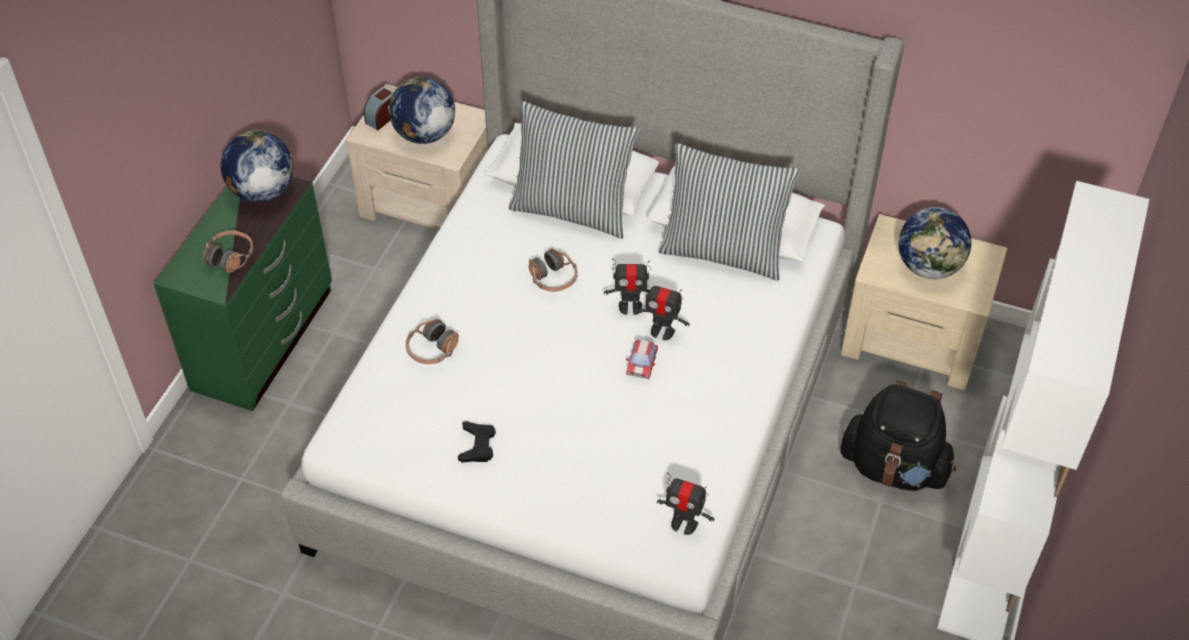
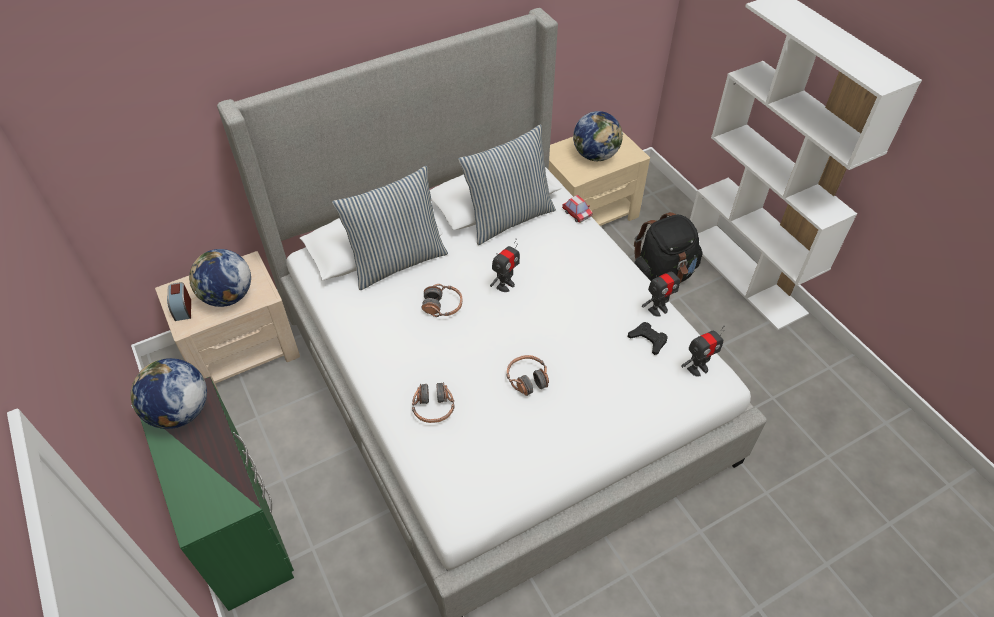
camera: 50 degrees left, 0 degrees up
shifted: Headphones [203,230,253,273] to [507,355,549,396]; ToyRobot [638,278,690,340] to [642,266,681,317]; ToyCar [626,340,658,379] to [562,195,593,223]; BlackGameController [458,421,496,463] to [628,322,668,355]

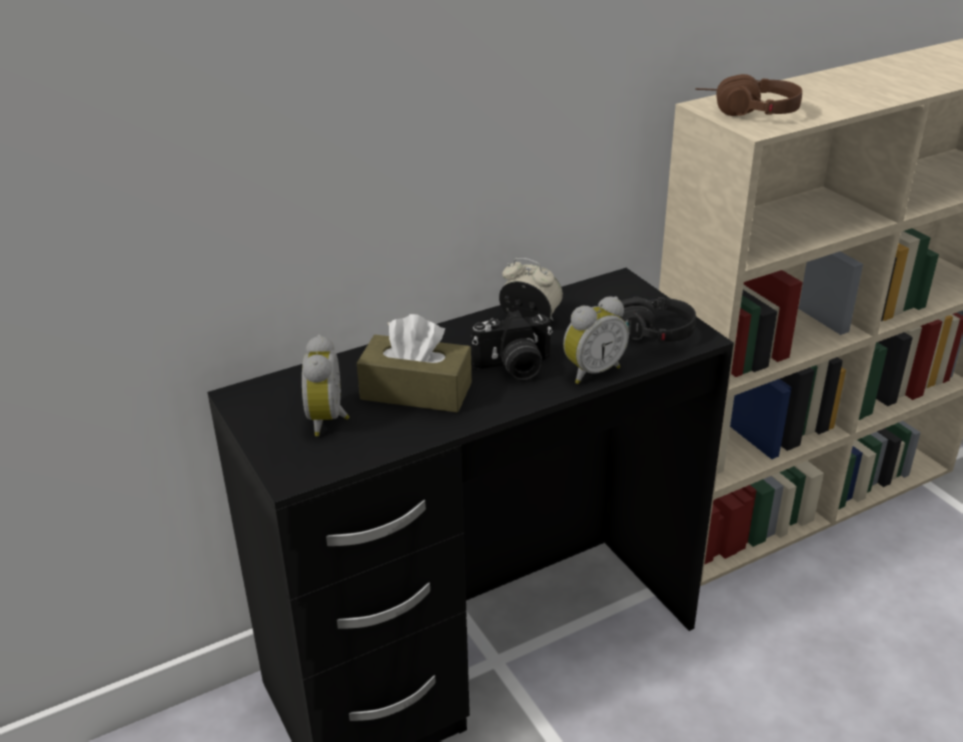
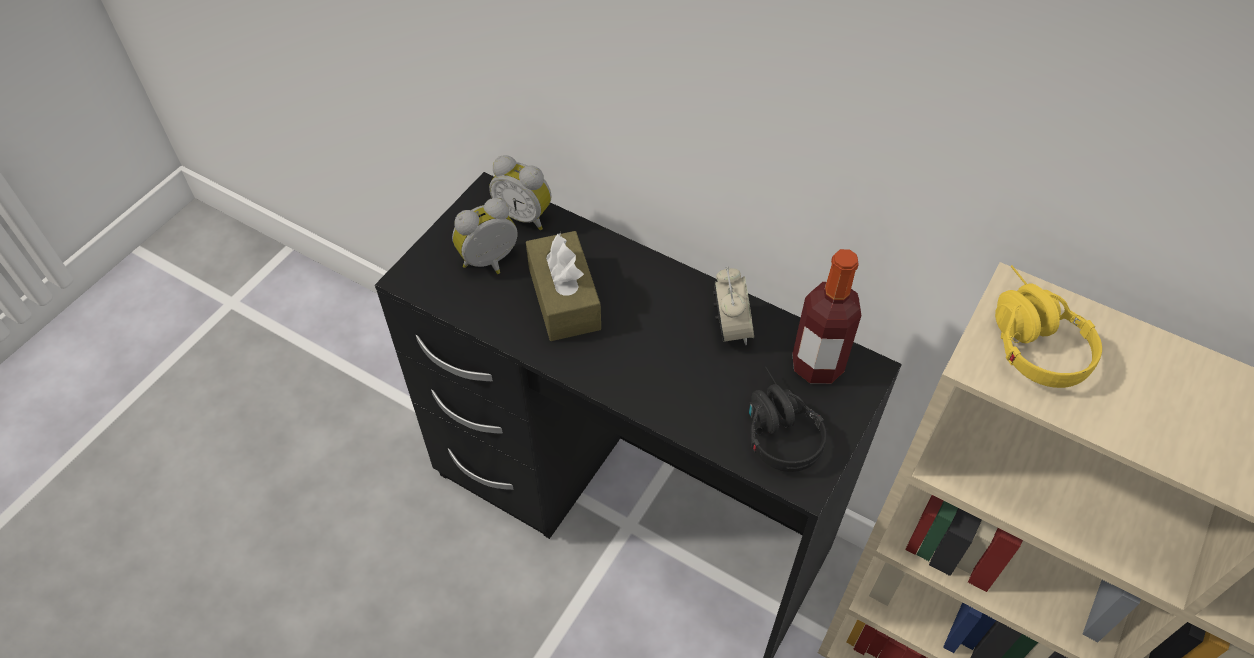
camera: 60 degrees right, 20 degrees up
gone: PhotoCamera [471,310,553,381]
new: Bottle [792,249,862,384]
shifted: AlarmClock [563,296,629,384] to [489,155,551,230]
repainted: BrownHeadphones [695,74,802,116] to YellowHeadphones [995,265,1102,388]

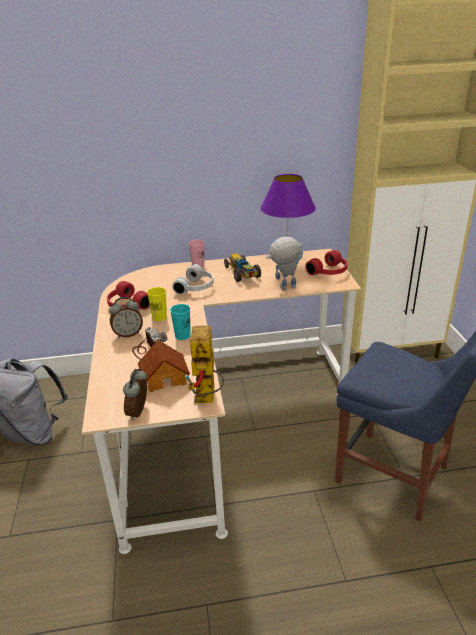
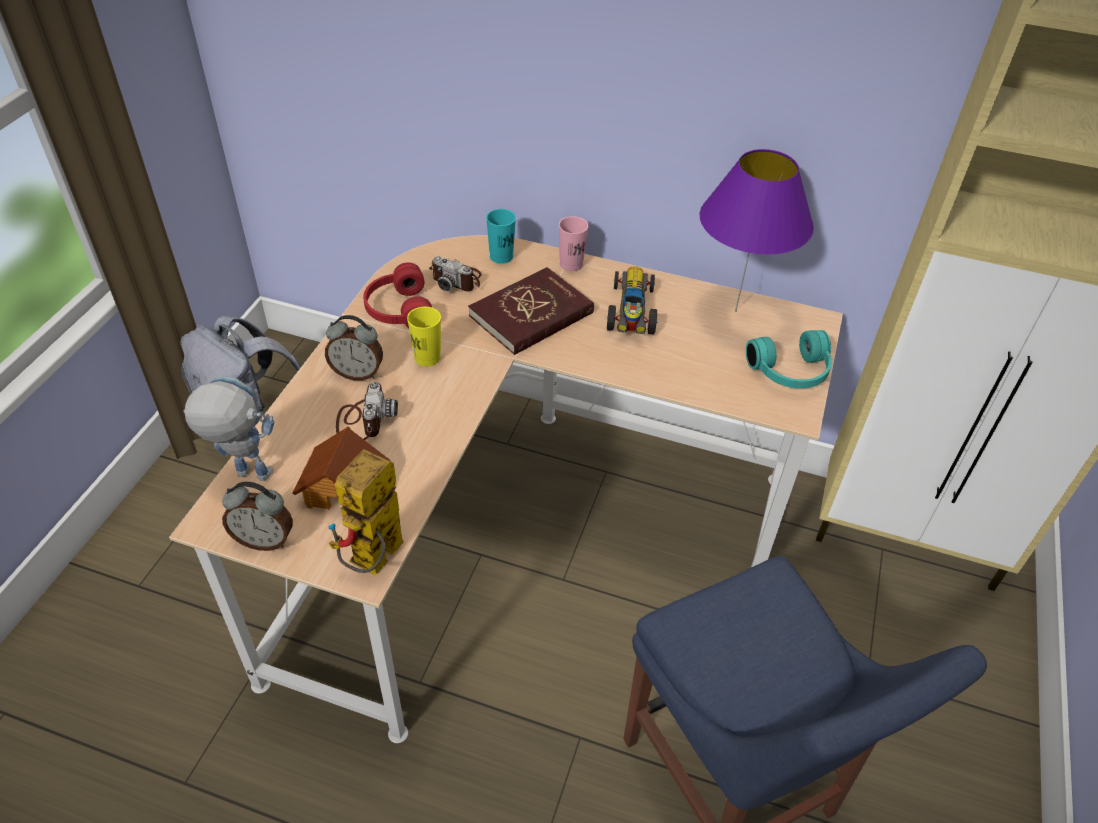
camera: 25 degrees right, 15 degrees up
new: PhotoCamera [429,256,482,292]
shifted: ToyRobot [266,237,304,290] to [183,376,275,481]; TurquoiseCup [170,304,191,340] to [486,209,516,264]
swapped: WhiteHeadphones [172,264,214,295] to RedBook [468,267,594,355]
repainted: RedHeadphones [305,250,348,275] to TurquoiseHeadphones [746,330,832,389]
rotated: AlarmClock [123,369,147,421] = [222,481,293,551] 120 degrees counterclockwise

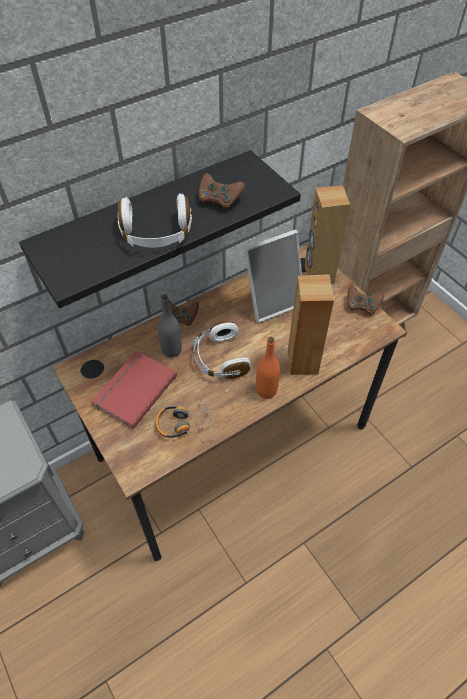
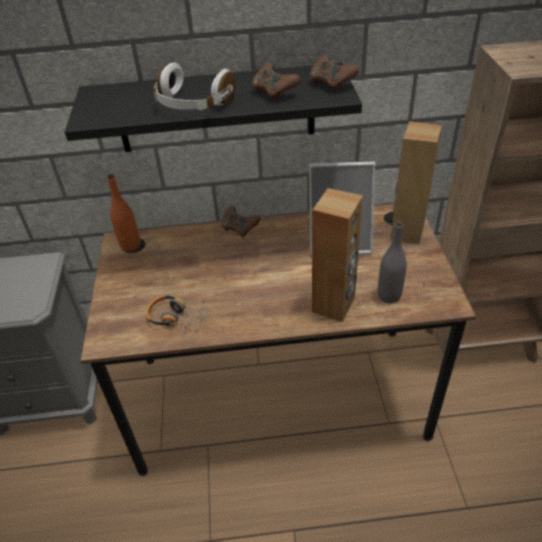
camera: 30 degrees right, 10 degrees down
gone: WhiteHeadphones [193,321,250,379]; RedBook [91,351,177,429]
shifted: BrownGameController [347,286,384,315] to [310,55,360,92]; GreyBottle [158,294,182,358] to [378,220,407,303]; OrangeBottle [256,337,280,399] to [107,174,140,251]

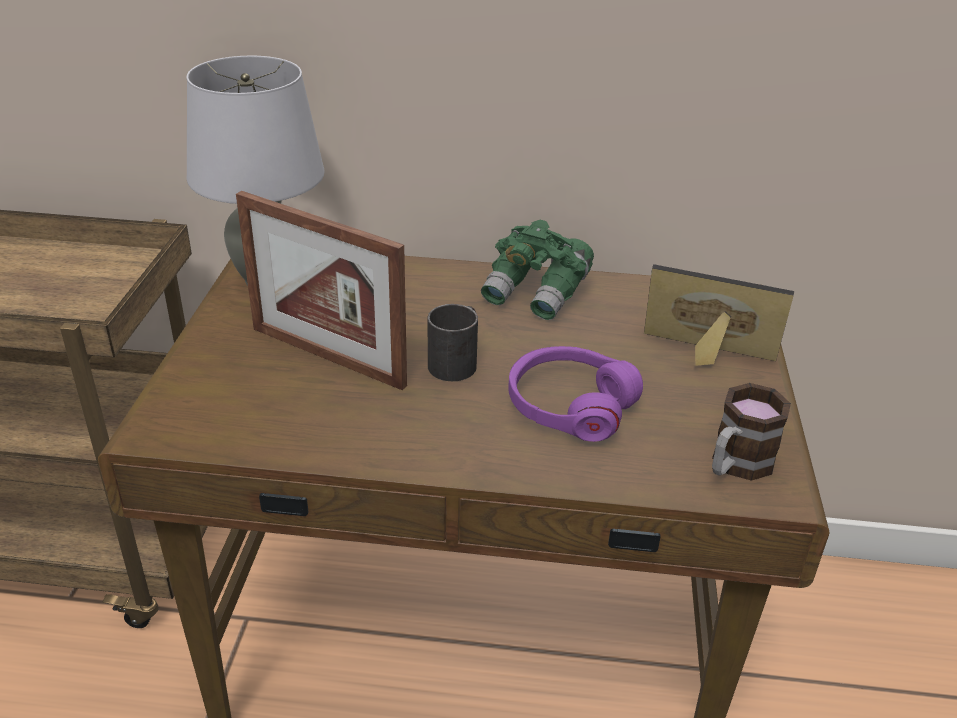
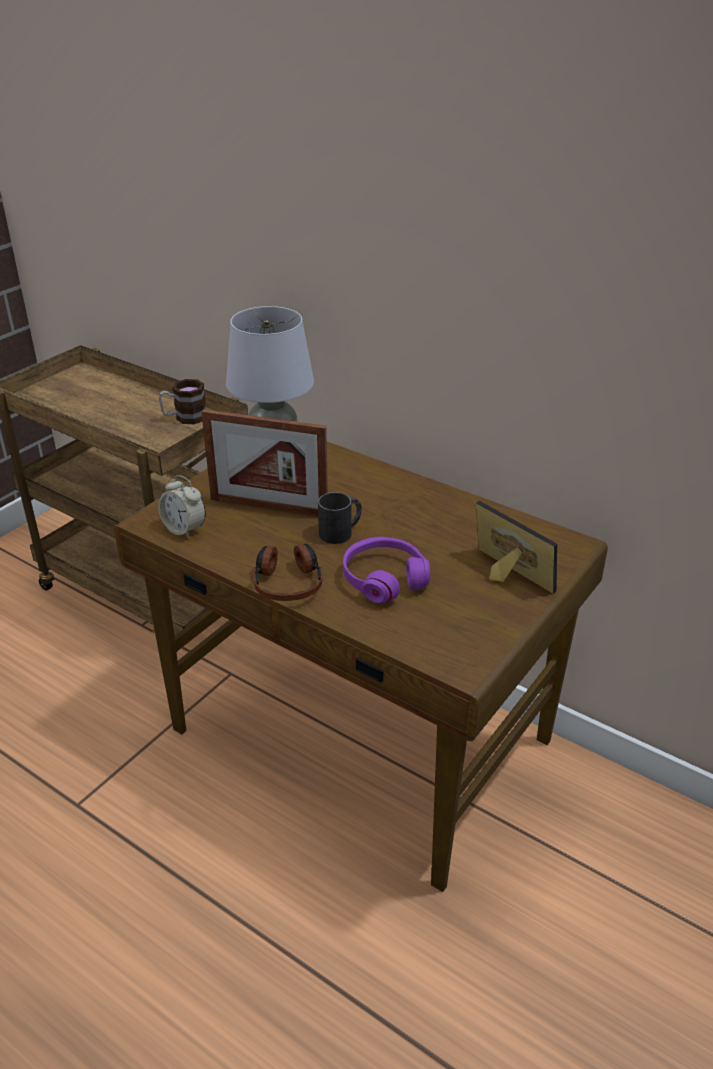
camera: 30 degrees right, 0 degrees up
gone: GreenBinoculars [481,220,594,320]
new: AlarmClock [158,475,206,539]; Headphones [253,543,323,601]
shifted: Mug [712,383,791,481] to [159,379,206,424]
rotated: PictureFrame [236,191,407,390] = [201,409,328,517] 45 degrees counterclockwise

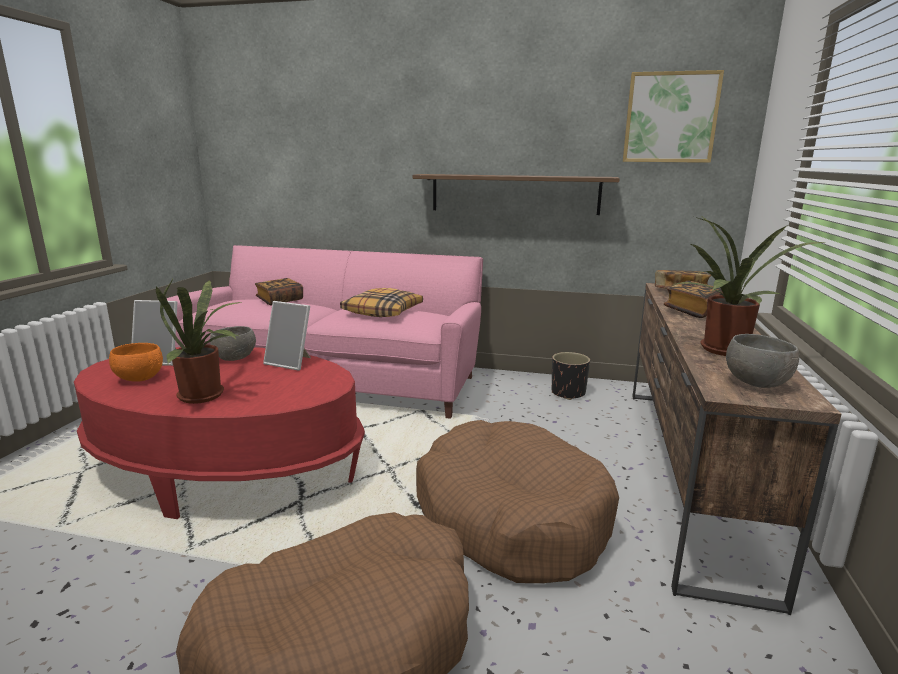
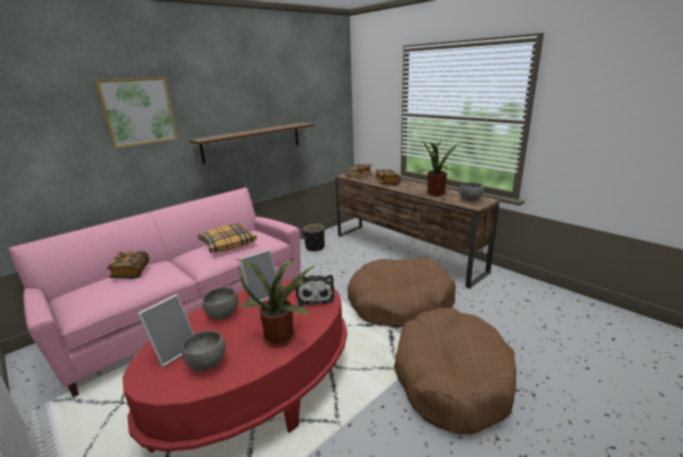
camera: 55 degrees left, 5 degrees up
new: PlushToy [296,275,334,306]
shifted: Picture [623,70,724,163] to [95,77,178,149]
repainted: OrangeBowl [109,343,163,382] to GreyBowl [182,331,226,371]

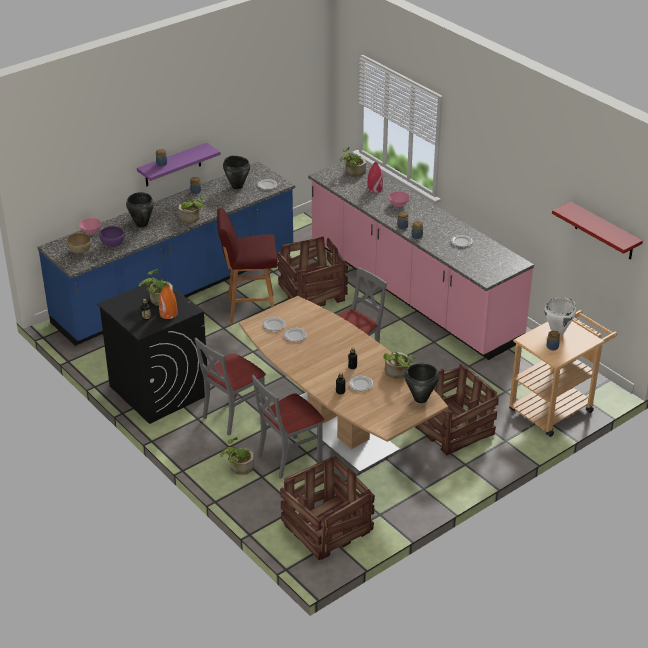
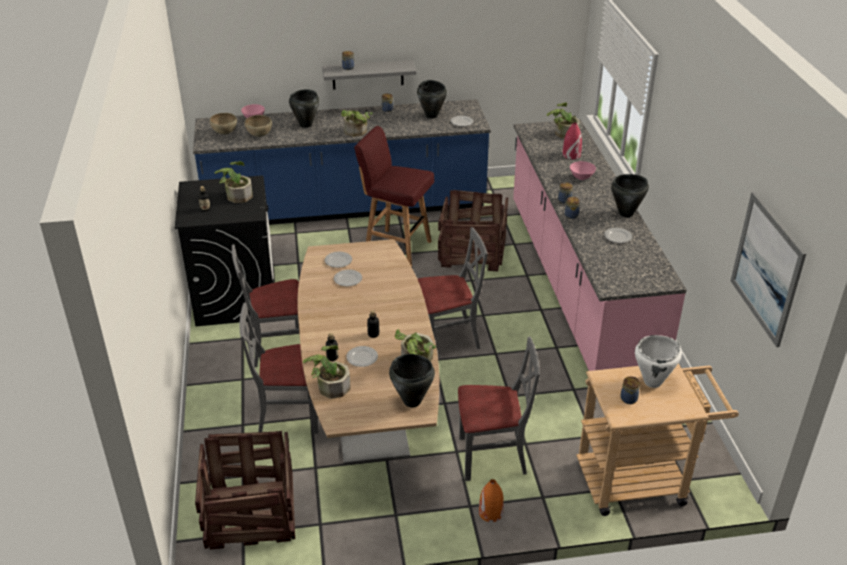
camera: 30 degrees right, 0 degrees up
new: BlackCookingPot [611,174,649,217]
shifted: OrangeVase [159,285,177,319] to [479,479,504,522]; PottedPlant [220,437,254,475] to [303,345,351,399]
swapped: RedShelf [552,202,643,260] to Picture [731,192,806,347]; Crate [415,364,499,455] to GreyChair [458,337,540,481]
repainted: PurpleShelf [137,143,221,186] to GreyShelf [322,60,417,90]; PurpleBowl [99,226,125,247] to BrownBowl [244,115,272,137]

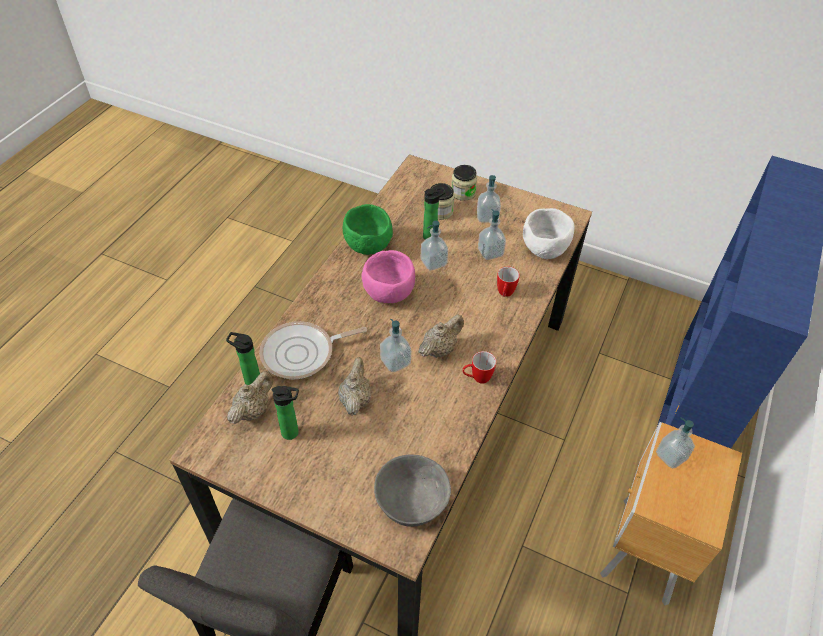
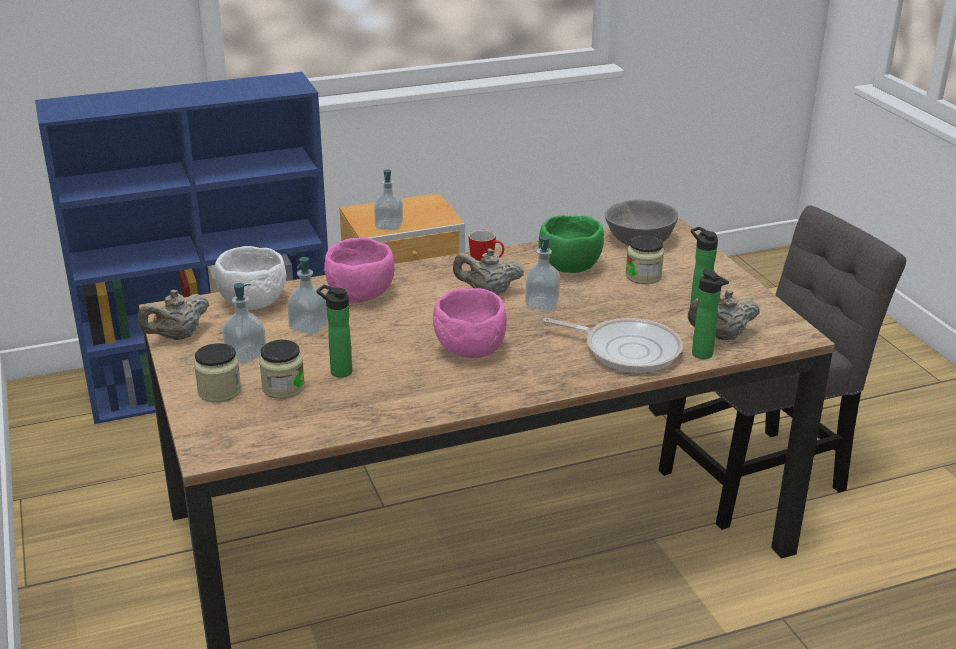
camera: 135 degrees left, 20 degrees down
gone: SoapDispenser [421,221,448,270]
new: Jar [625,235,664,284]
shifted: GreenBowl [343,204,393,255] to [539,215,604,273]; BeigeTeapot [338,357,372,415] to [138,290,209,340]
swapped: Mug [497,266,520,297] to PinkBowl [324,238,394,303]

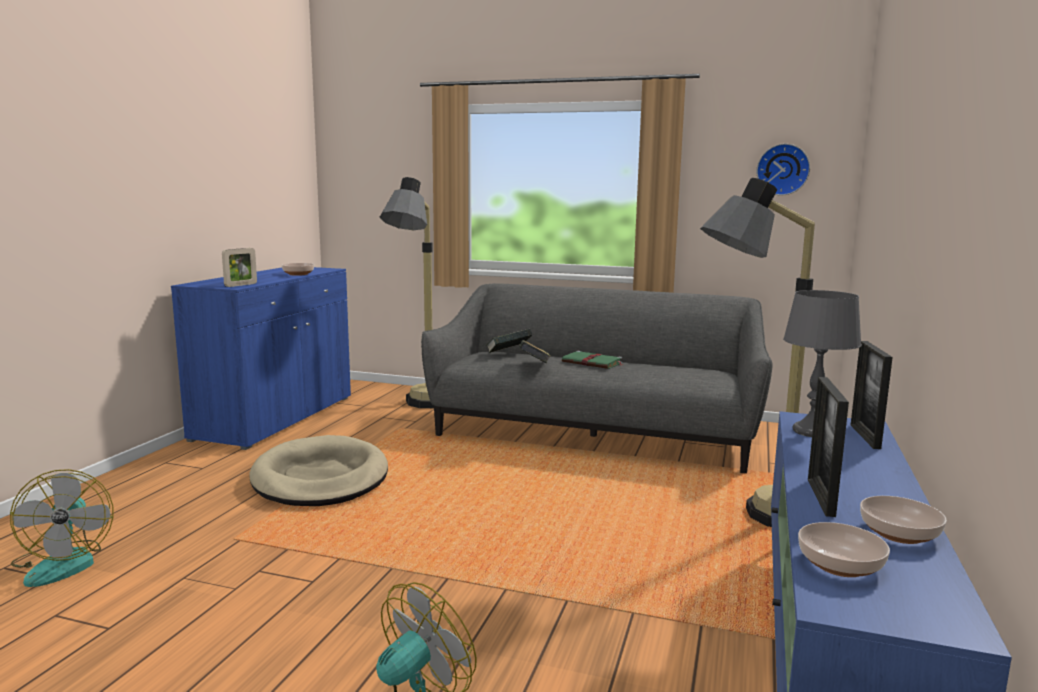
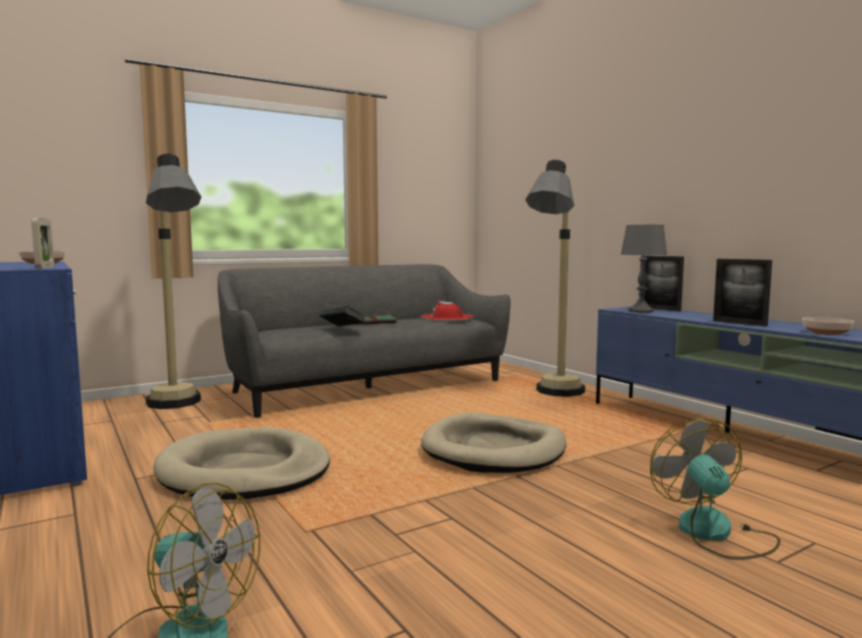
camera: 50 degrees left, 5 degrees down
gone: WallClock [756,143,810,196]; Book [486,329,532,353]; Bowl [860,496,947,544]
new: RedHat [421,301,473,321]; BeigeDogBed [421,413,566,473]

